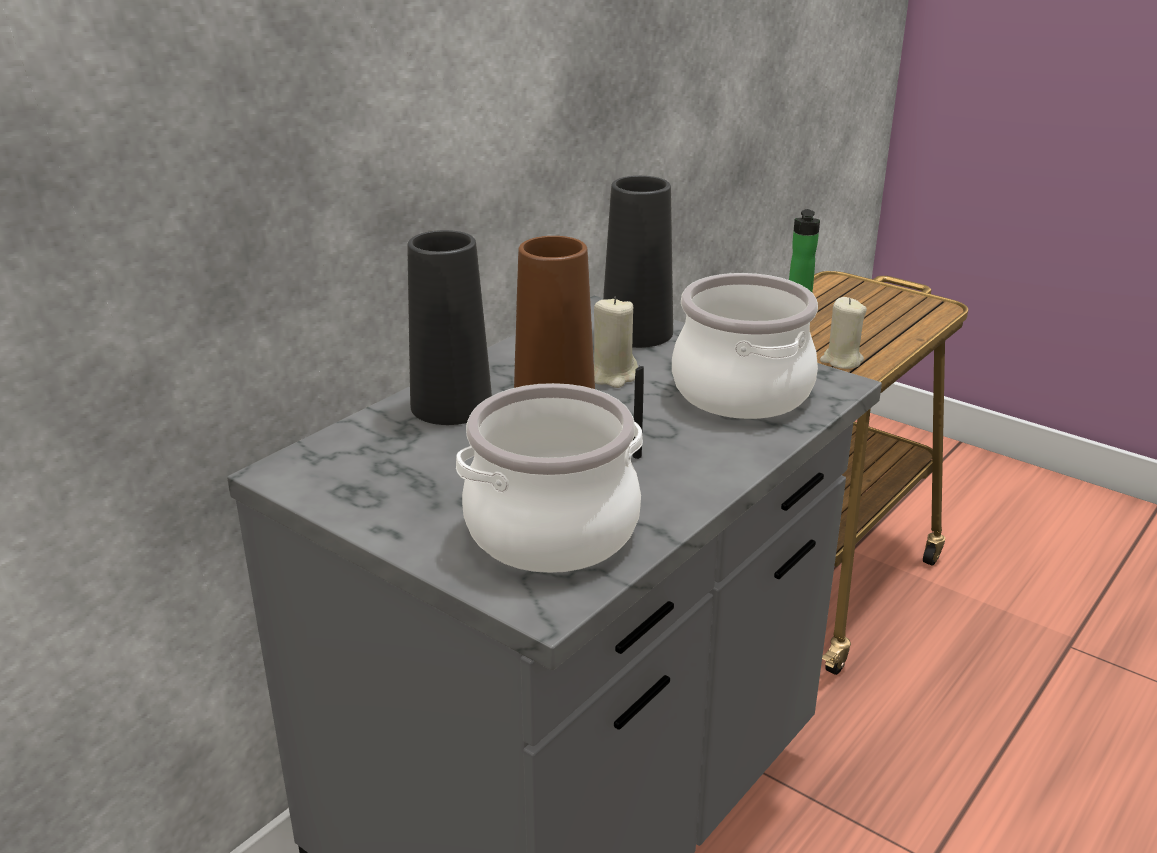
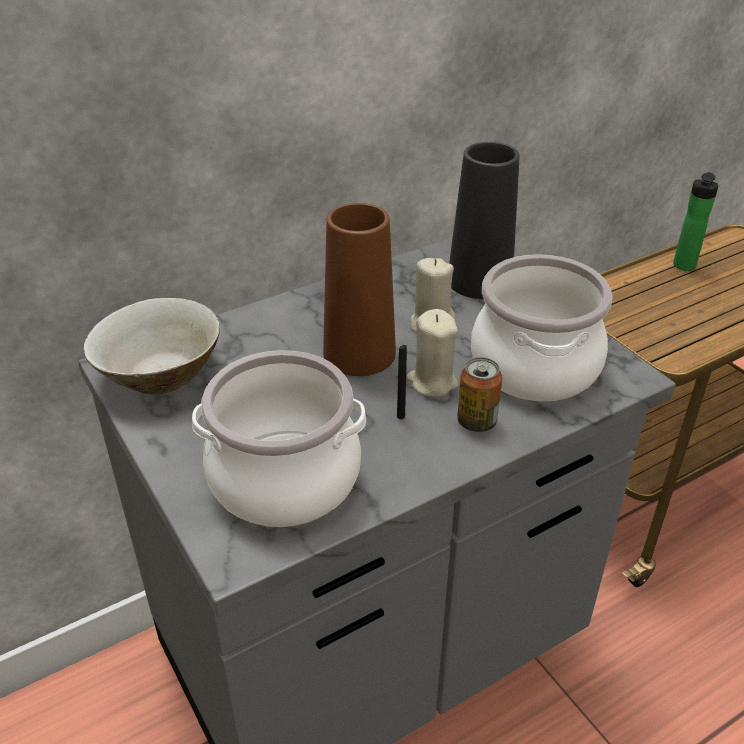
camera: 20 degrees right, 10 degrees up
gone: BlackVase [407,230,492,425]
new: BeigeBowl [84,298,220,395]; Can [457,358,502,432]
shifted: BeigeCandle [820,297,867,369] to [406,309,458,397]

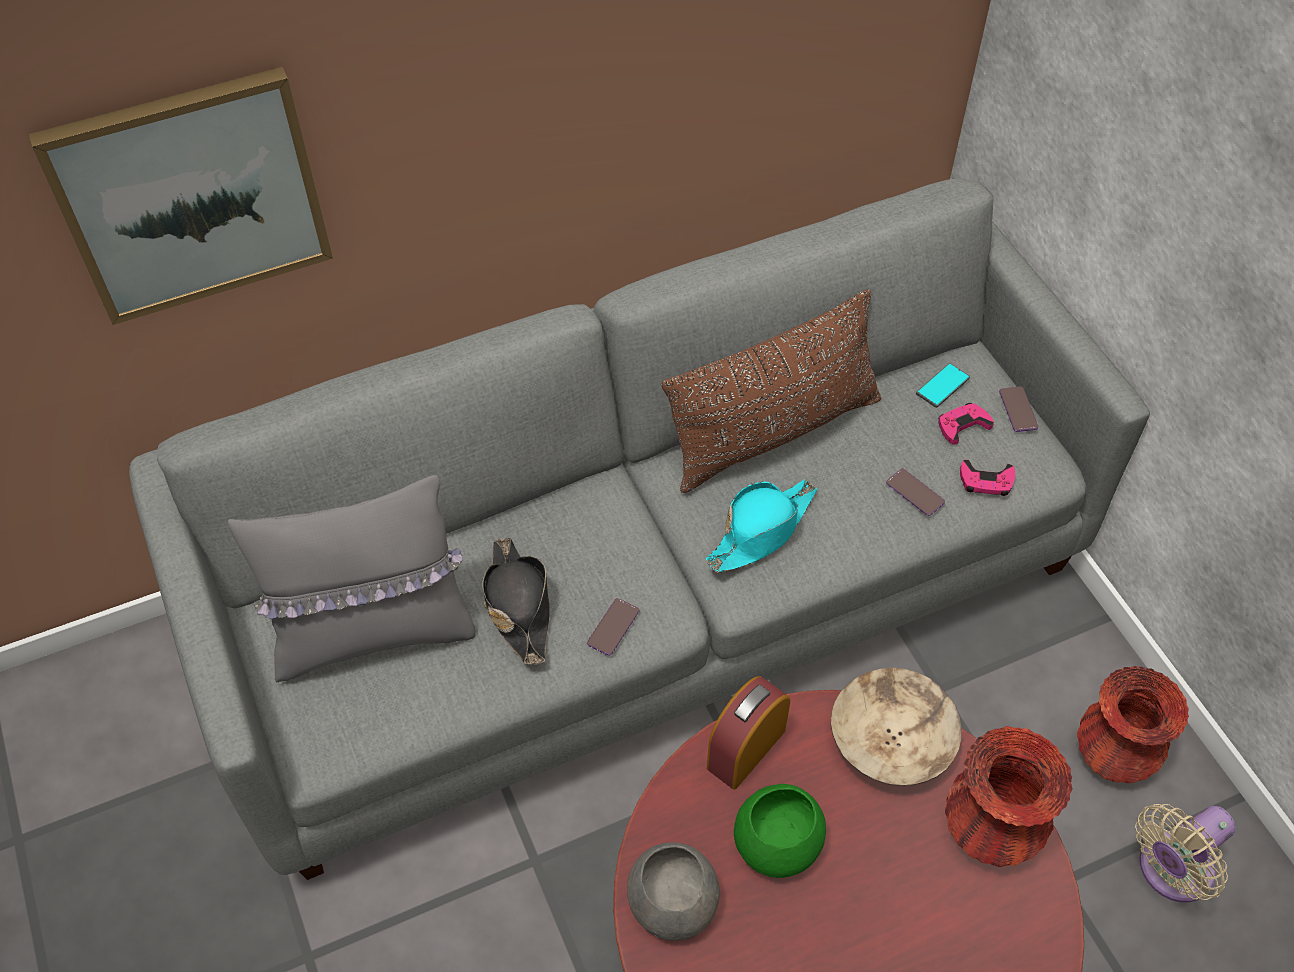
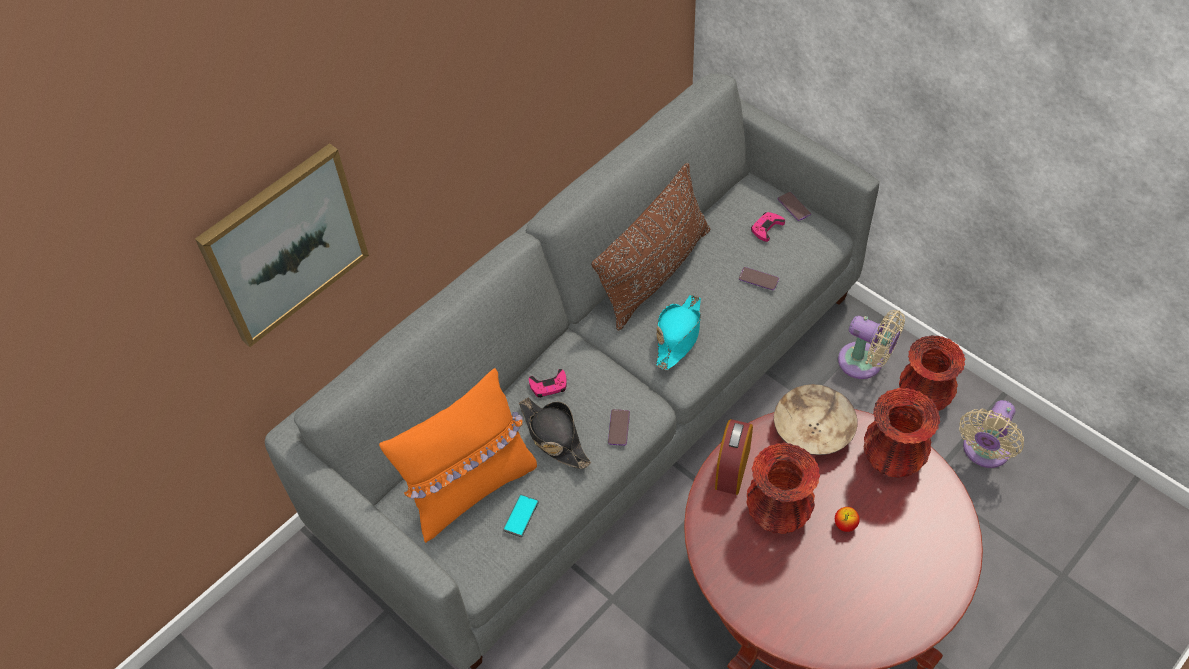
camera: 20 degrees left, 0 degrees up
gone: GreyBowl [627,842,720,941]
new: BeigeFan [838,310,905,379]; Apple [835,507,860,532]
shifted: Phone [916,363,970,408] to [503,494,539,537]; PinkGameController [960,460,1015,496] to [529,369,567,398]
swapped: GreenBowl [734,784,826,878] to RedVase [747,443,820,534]
repainted: GreyPillow [228,475,476,682] to OrangePillow [379,368,537,543]

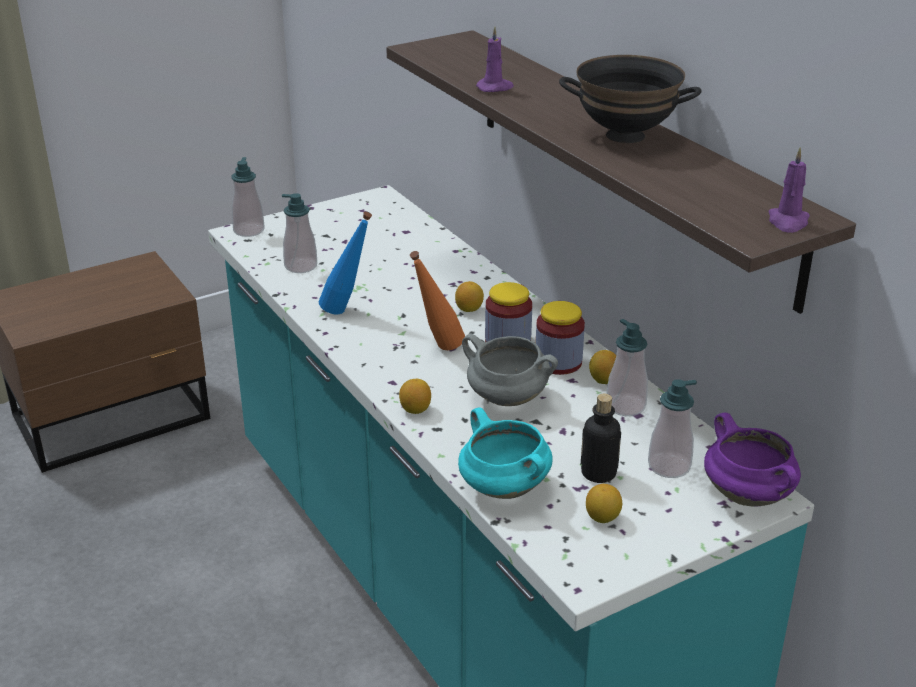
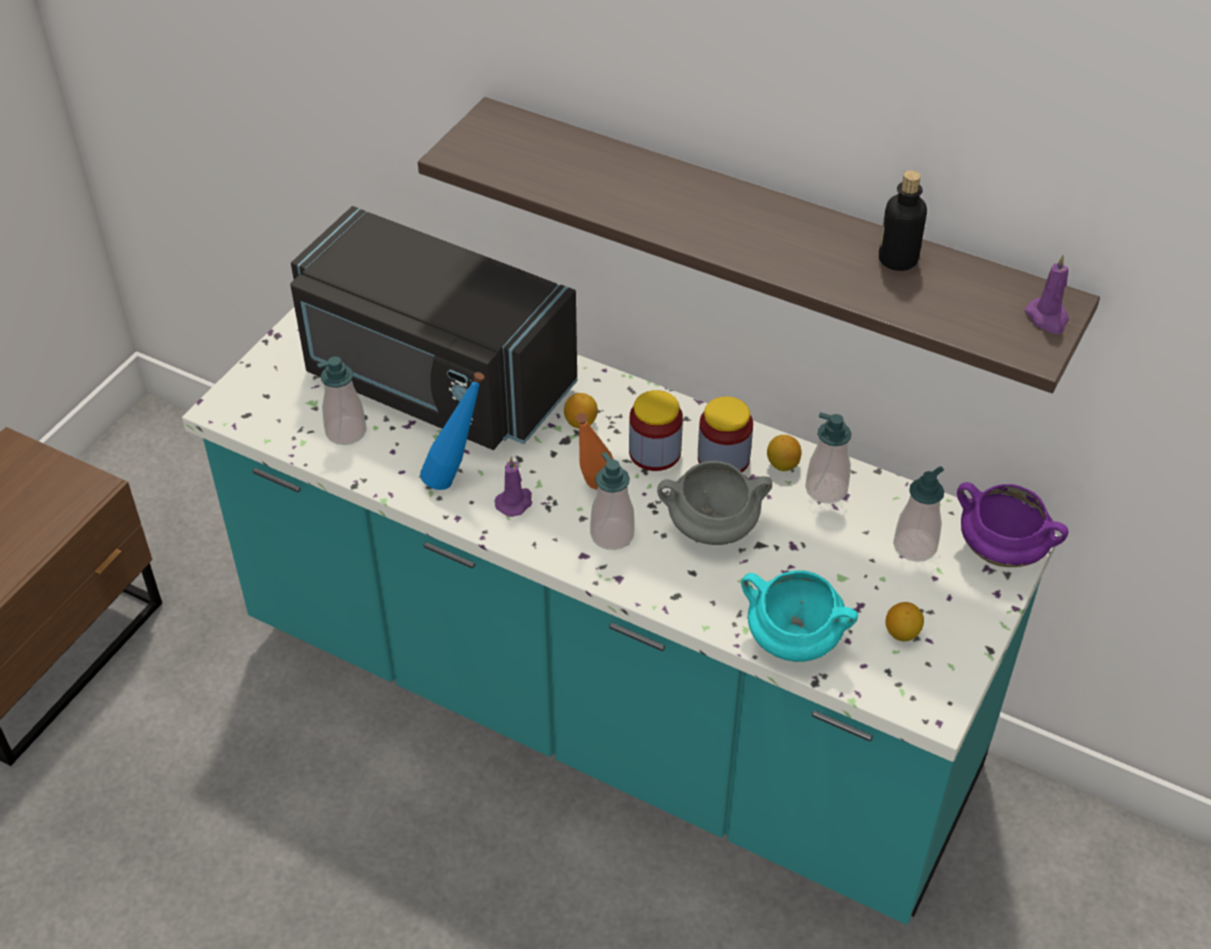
camera: 30 degrees left, 15 degrees up
gone: BlackBowl [559,55,701,143]; Lemon [399,379,431,414]
new: BlackMicrowave [290,206,577,450]
shifted: PurpleCandle [476,27,514,92] to [494,456,533,517]; SoapDispenser [231,157,265,237] to [590,452,635,550]; Bottle [581,393,621,483] to [879,170,927,271]

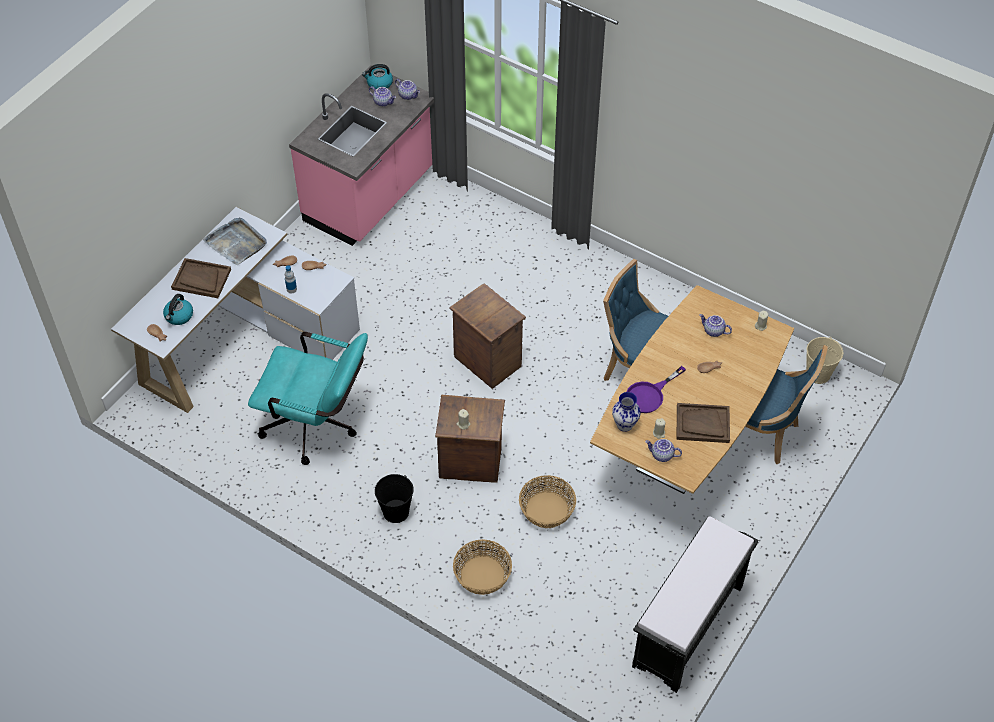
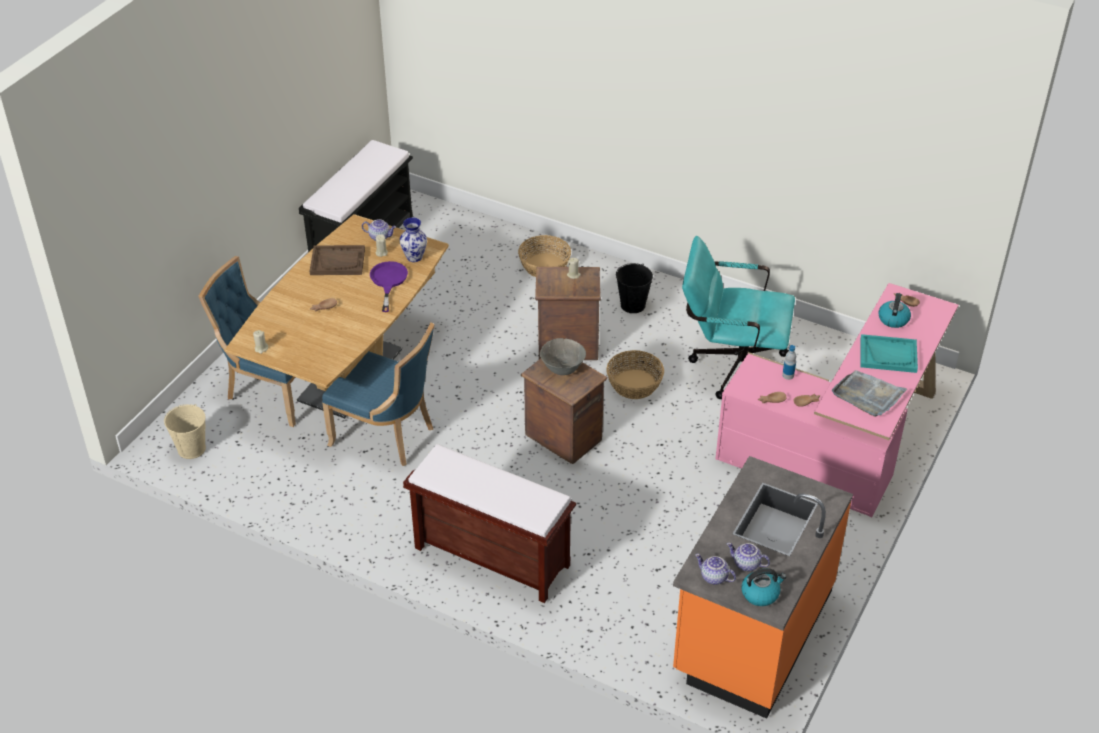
camera: 175 degrees right, 10 degrees down
gone: Teapot [699,314,732,337]
new: GreyBowl [540,338,586,375]; BrownBench [403,444,576,603]
shifted: Basket [519,475,576,528] to [606,350,664,399]
repainted: PinkCounter [289,65,434,246] to OrangeCounter [673,456,853,719]; WhiteDesk [111,207,360,413] to PinkDesk [715,283,959,517]; BrownTray [171,258,231,298] to TurquoiseTray [861,334,918,373]
rotated: PurpleFryingPan [626,366,686,413] = [370,261,408,312] 45 degrees counterclockwise

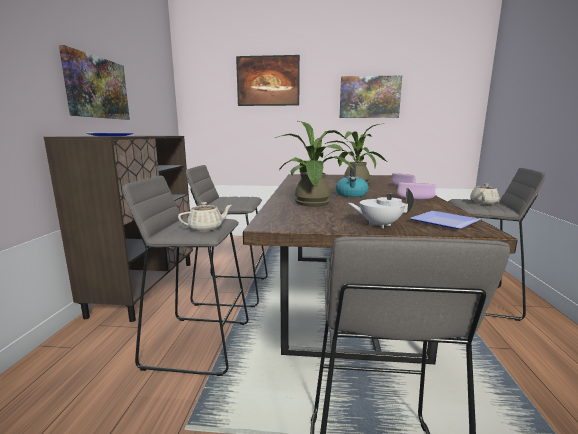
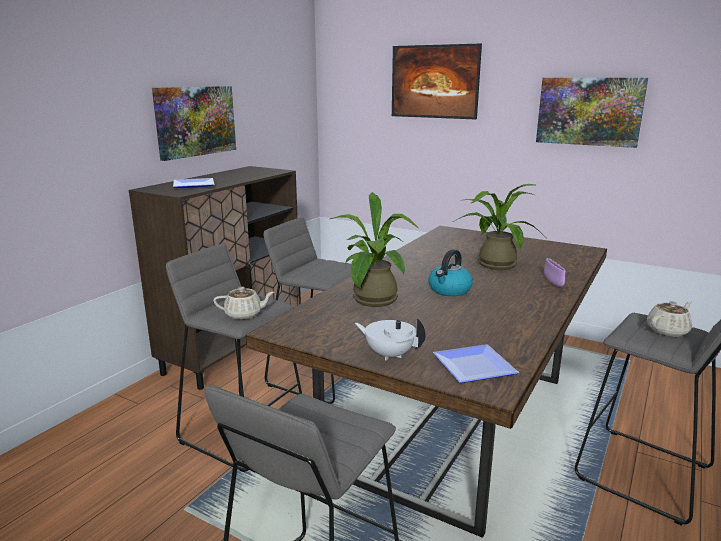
camera: 25 degrees right, 5 degrees up
gone: PurpleBowl [397,183,436,200]

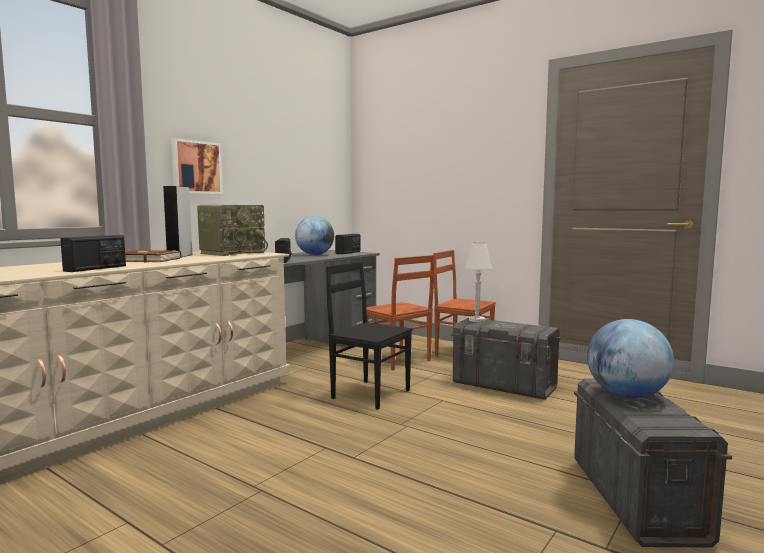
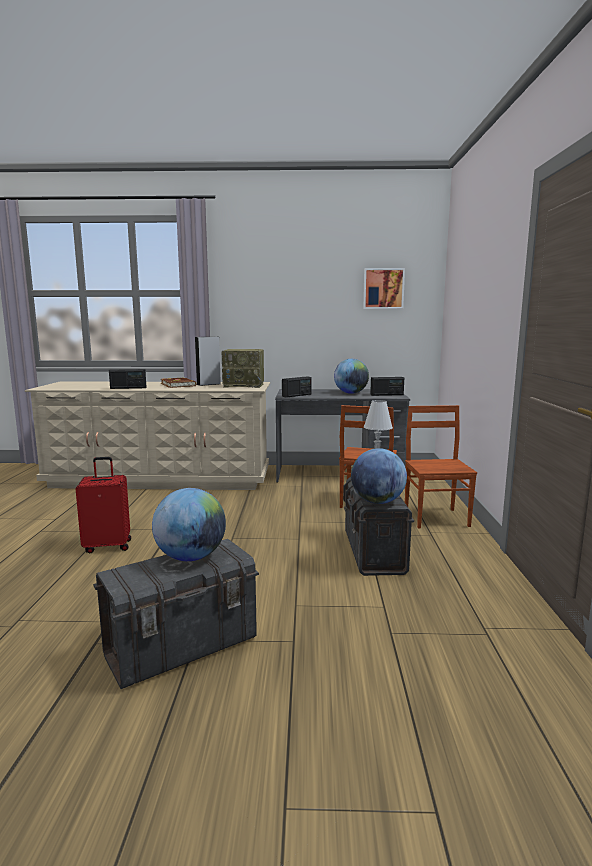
camera: 55 degrees right, 5 degrees up
gone: BlackChair [326,261,412,410]
new: Globe [351,448,407,504]; RedSuitcase [76,457,131,553]
shifted: Picture [171,138,223,194] to [363,268,405,309]

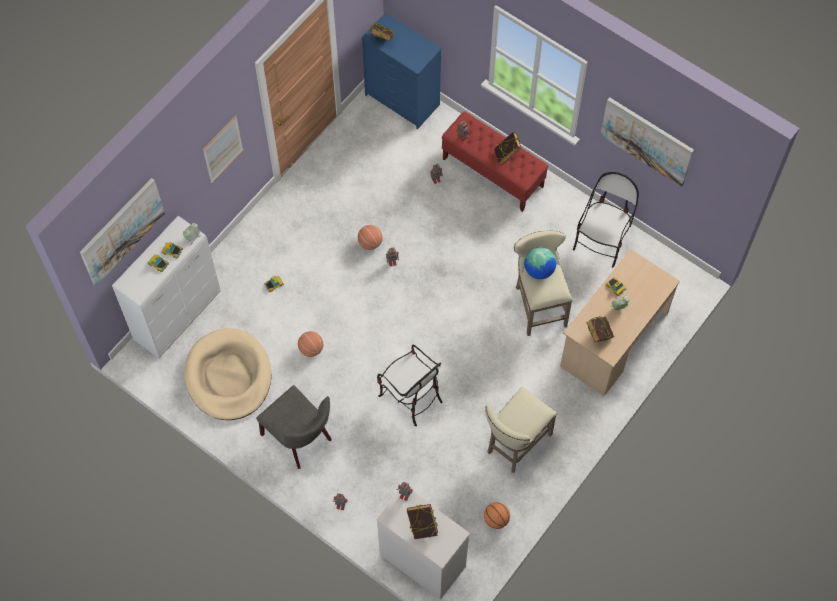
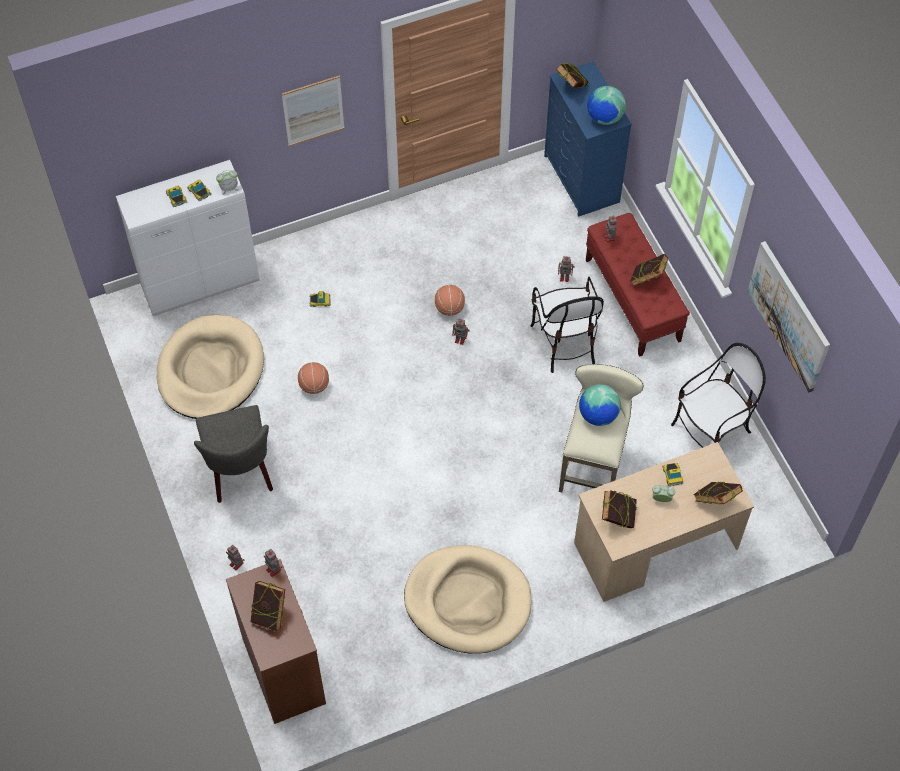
camera: 30 degrees right, 5 degrees down
gone: Picture [80,178,165,286]; Basketball [484,502,510,529]
new: Globe [587,86,626,125]; Book [693,482,743,505]
shifted: Chair [377,345,443,426] to [530,276,604,373]
swapped: BeigeStool [485,387,557,473] to BeigeDogBed [404,545,531,654]
repainted: WhiteDresser [376,491,470,600] to BrownDresser [226,559,326,724]

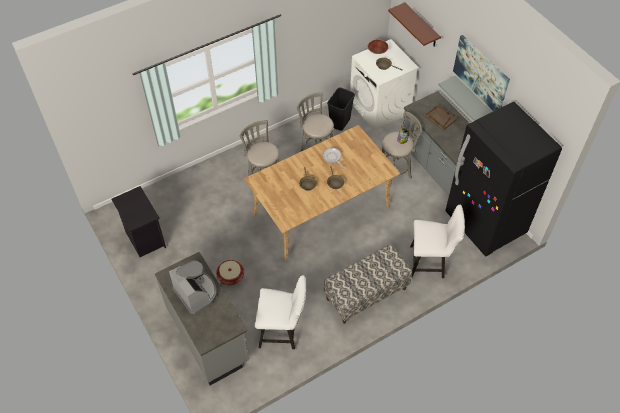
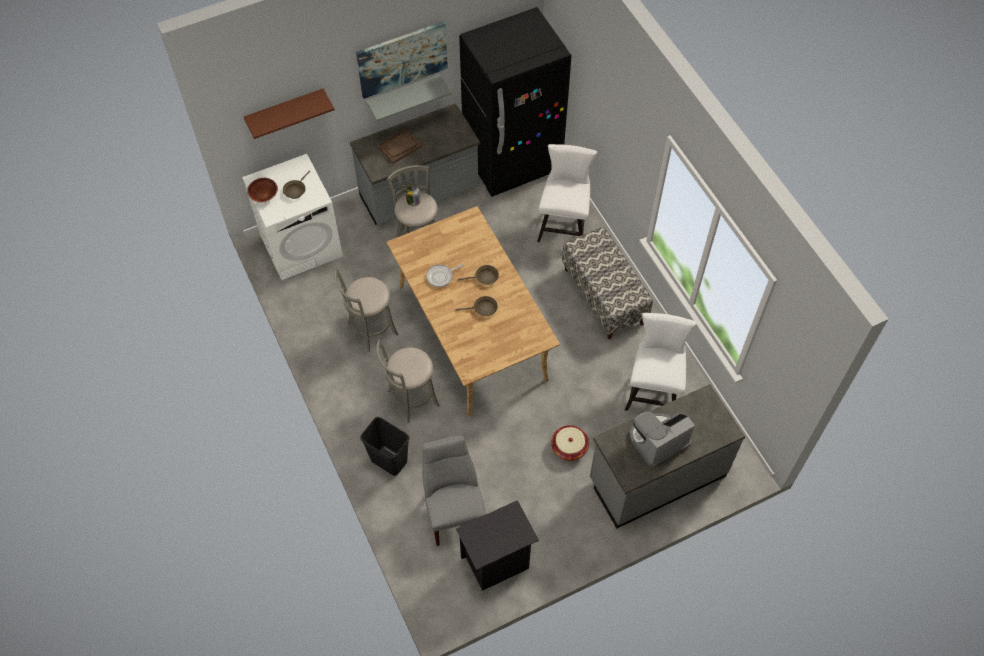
camera: 85 degrees left, 5 degrees up
new: GreyChair [422,436,486,546]
shifted: BlackTrashCan [327,87,355,131] to [360,417,409,476]

